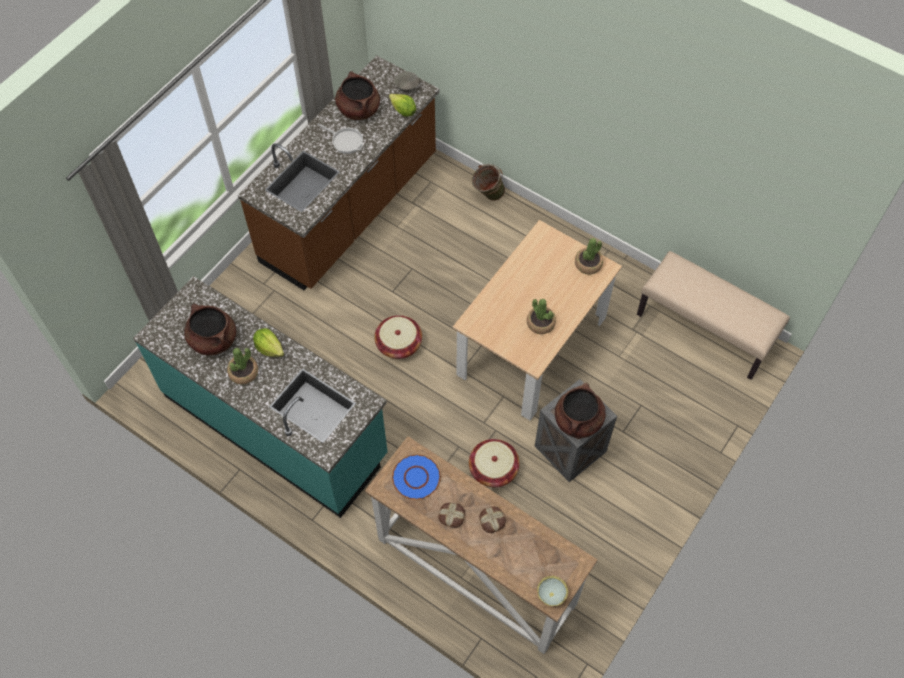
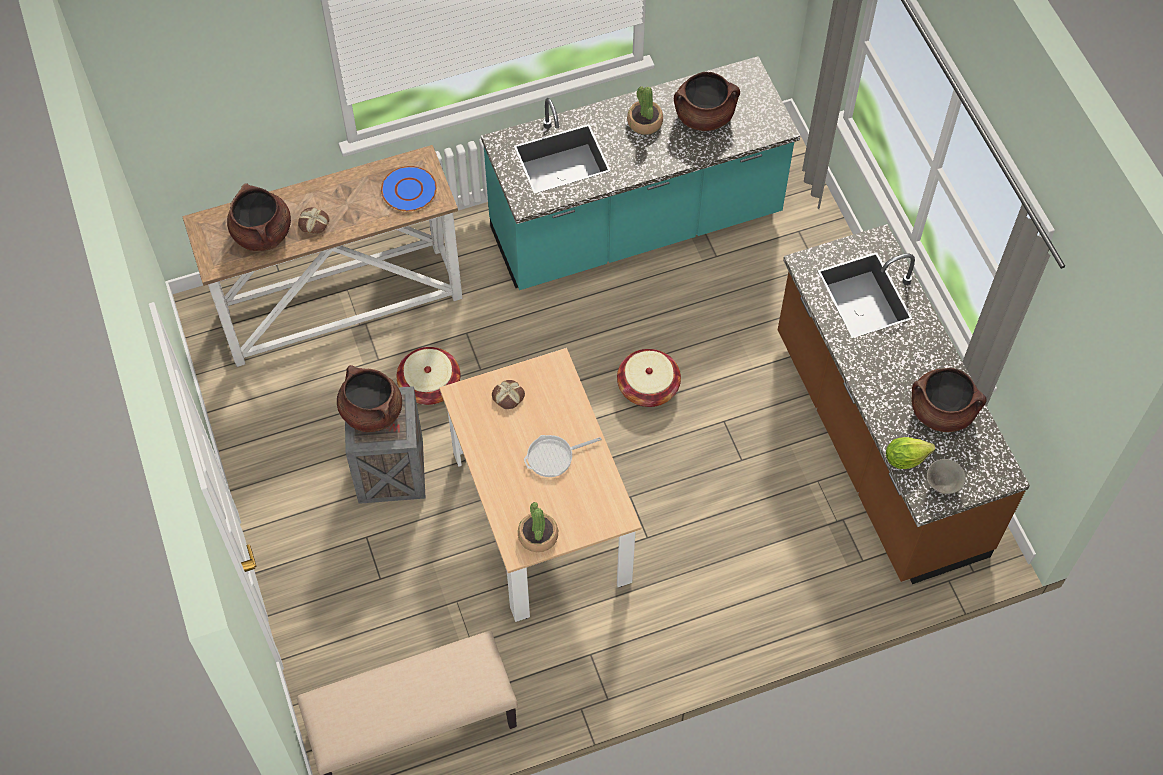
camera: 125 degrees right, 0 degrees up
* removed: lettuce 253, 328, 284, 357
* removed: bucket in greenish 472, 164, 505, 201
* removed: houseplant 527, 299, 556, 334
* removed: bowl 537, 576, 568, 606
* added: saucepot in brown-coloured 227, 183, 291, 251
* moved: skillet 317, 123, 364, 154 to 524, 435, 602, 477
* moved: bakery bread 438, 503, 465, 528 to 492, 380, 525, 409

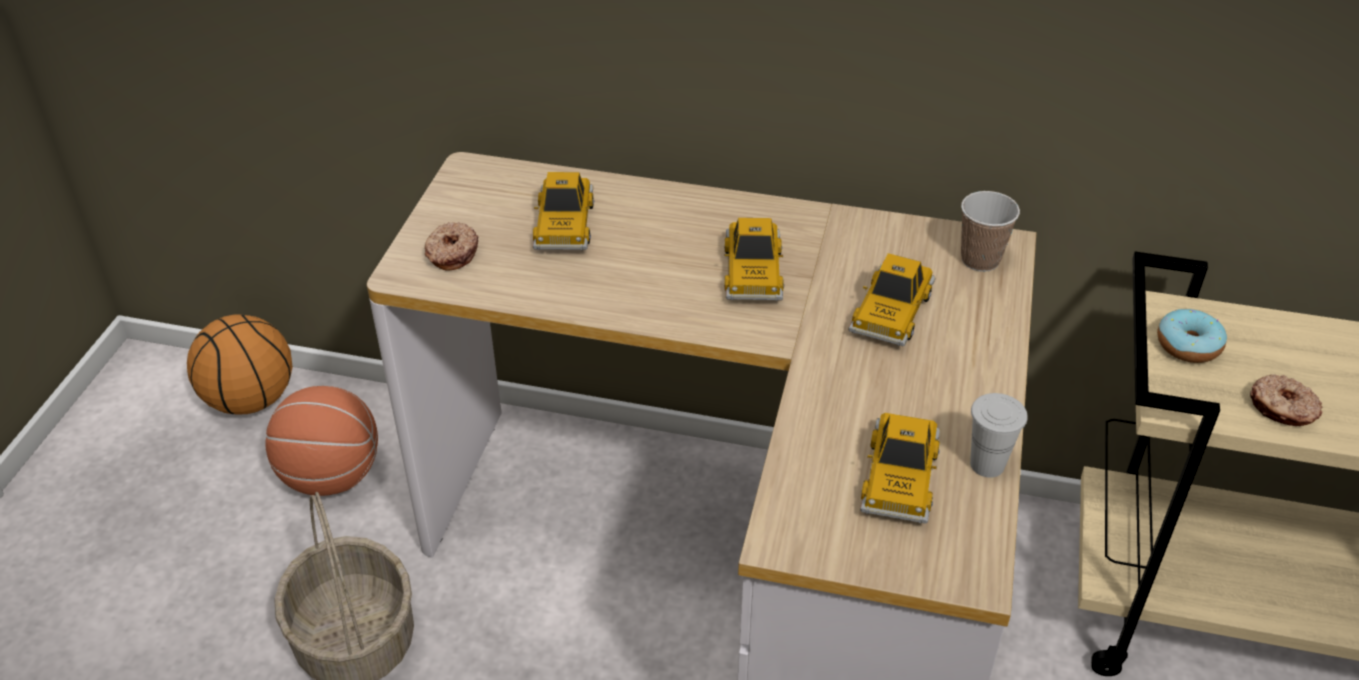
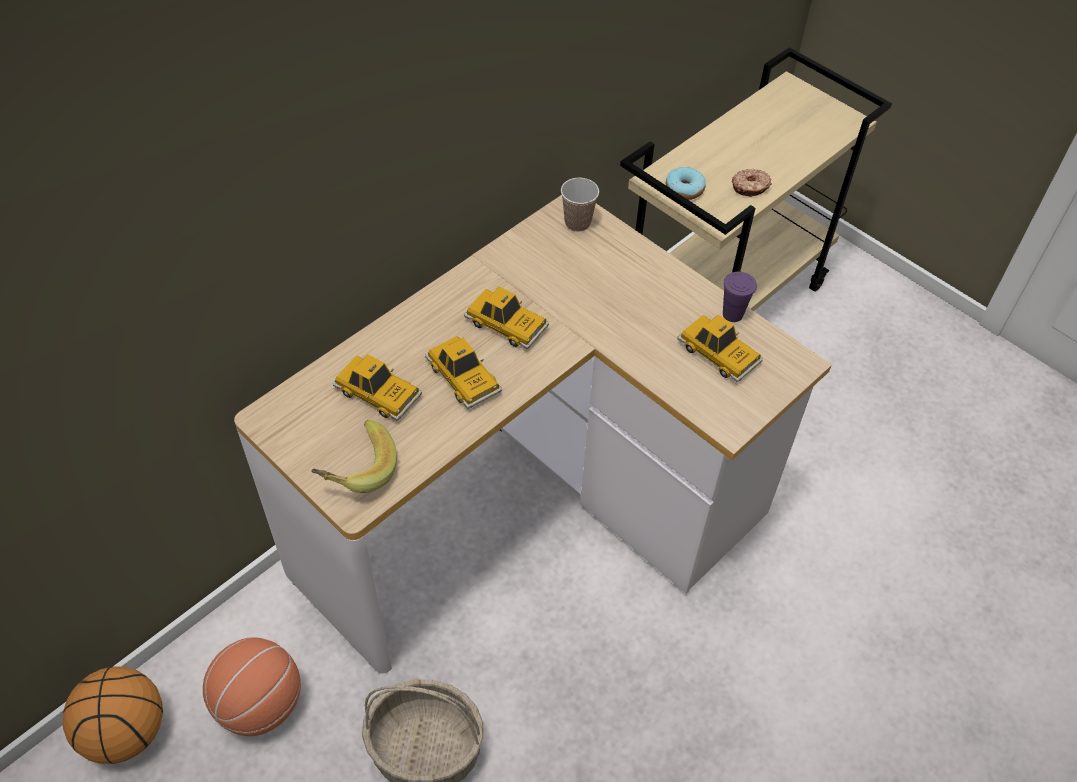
camera: 60 degrees left, 10 degrees up
* moved: toy car 848, 253, 936, 346 to 425, 336, 502, 409
* replaced: donut 425, 222, 479, 271 to banana fruit 311, 420, 397, 493
* recoloured: small cup in whitish 970, 393, 1028, 478 to small cup in purplish 723, 272, 757, 322

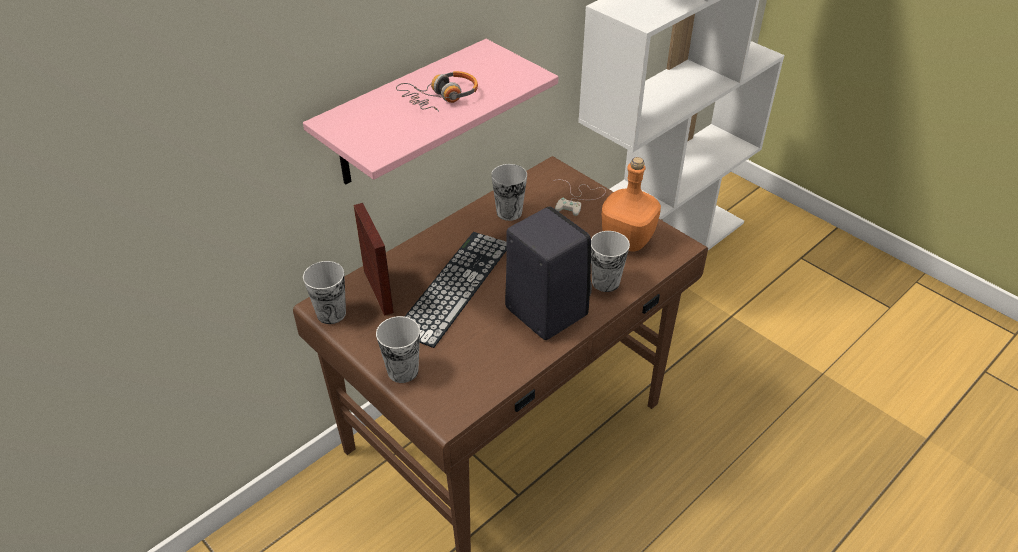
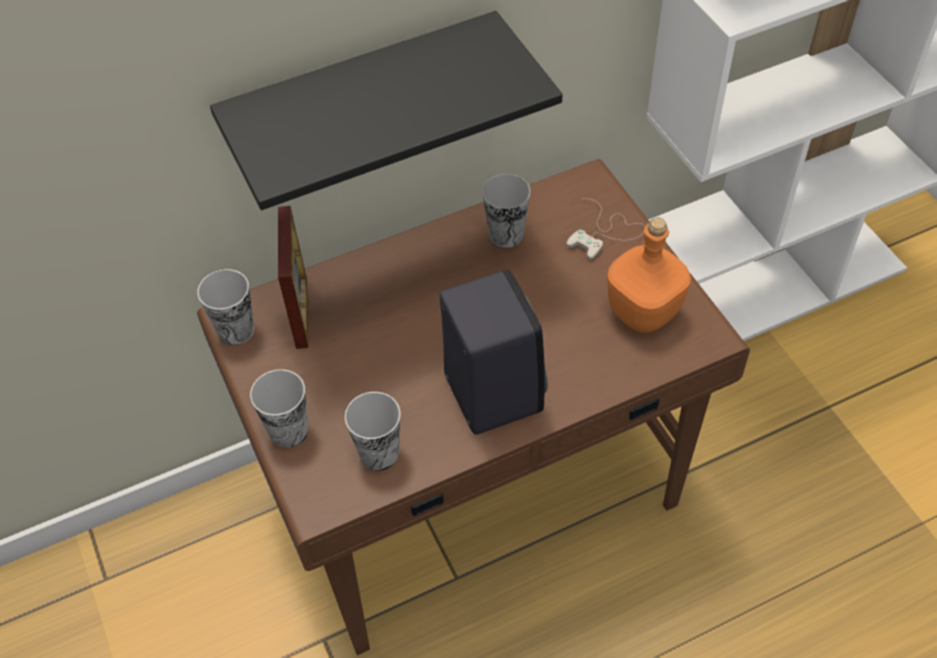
camera: 20 degrees right, 10 degrees up
* removed: headphones 396, 71, 478, 111
* removed: computer keyboard 404, 232, 507, 348
* moved: small cup 591, 231, 630, 292 to 345, 392, 401, 471
* recoloured: bracket shelf in pink 303, 39, 558, 185 to bracket shelf in black-coloured 210, 11, 563, 210

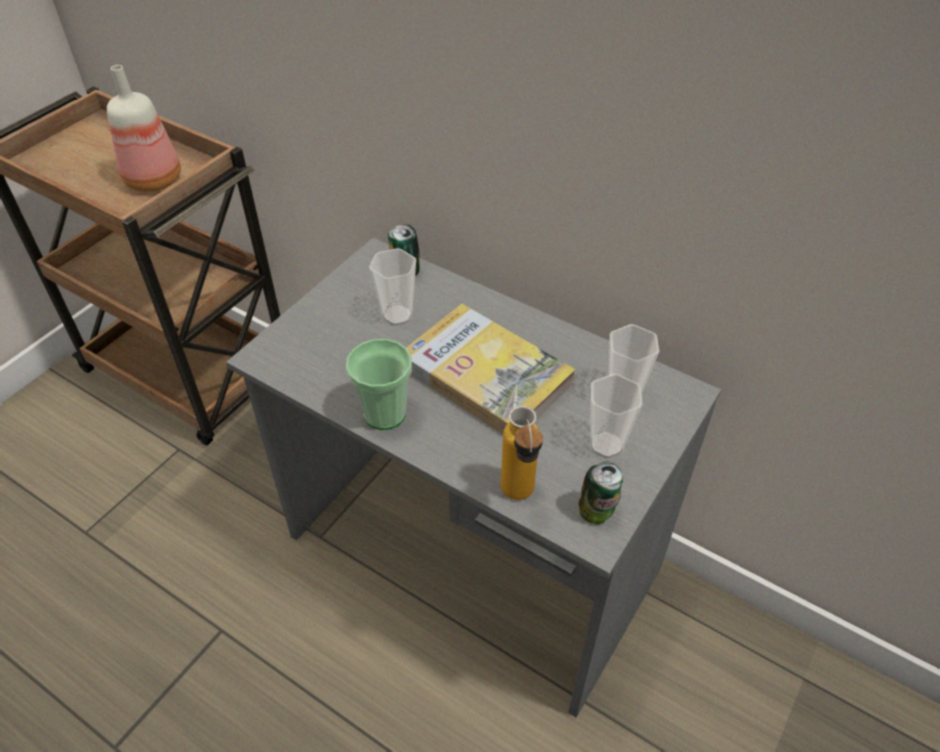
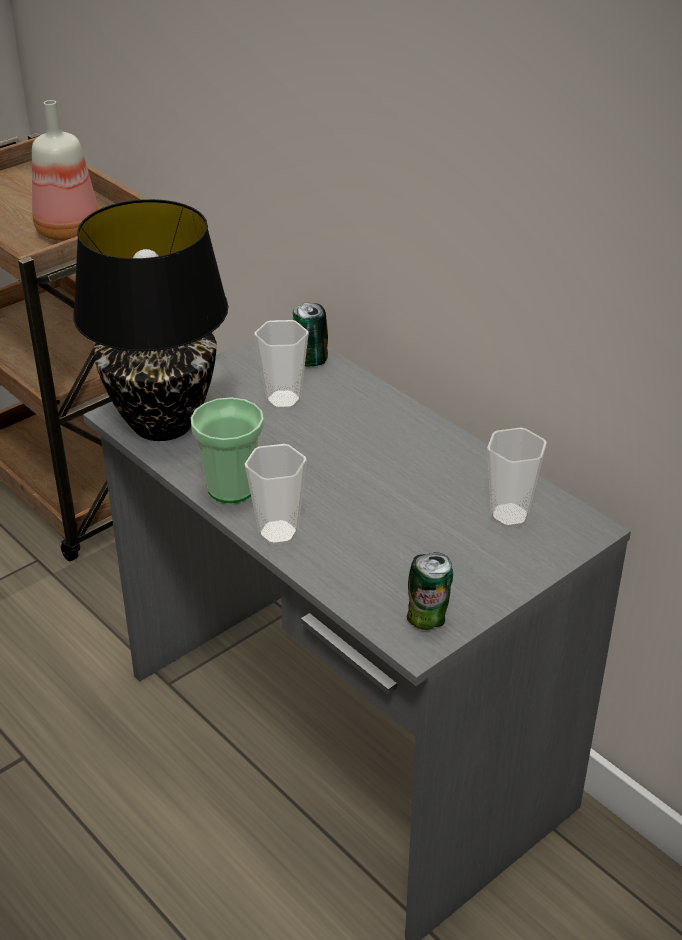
camera: 15 degrees right, 10 degrees down
* removed: volume 406, 304, 576, 434
* removed: beverage bottle 501, 406, 543, 500
* added: tabletop lamp in black-coloured 73, 199, 228, 441
* moved: small cup 590, 374, 642, 459 to 245, 444, 307, 546

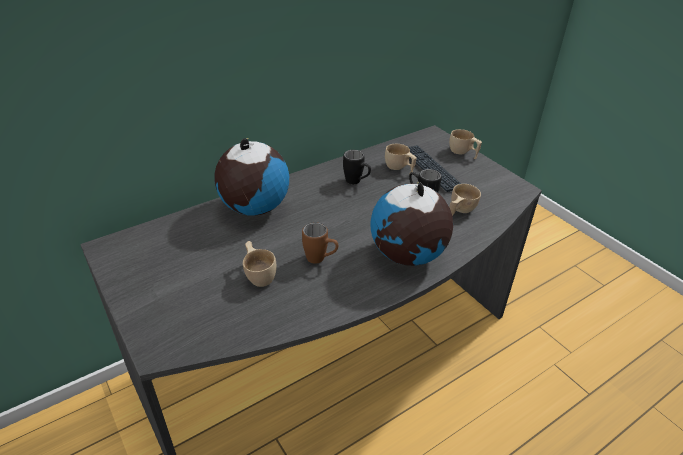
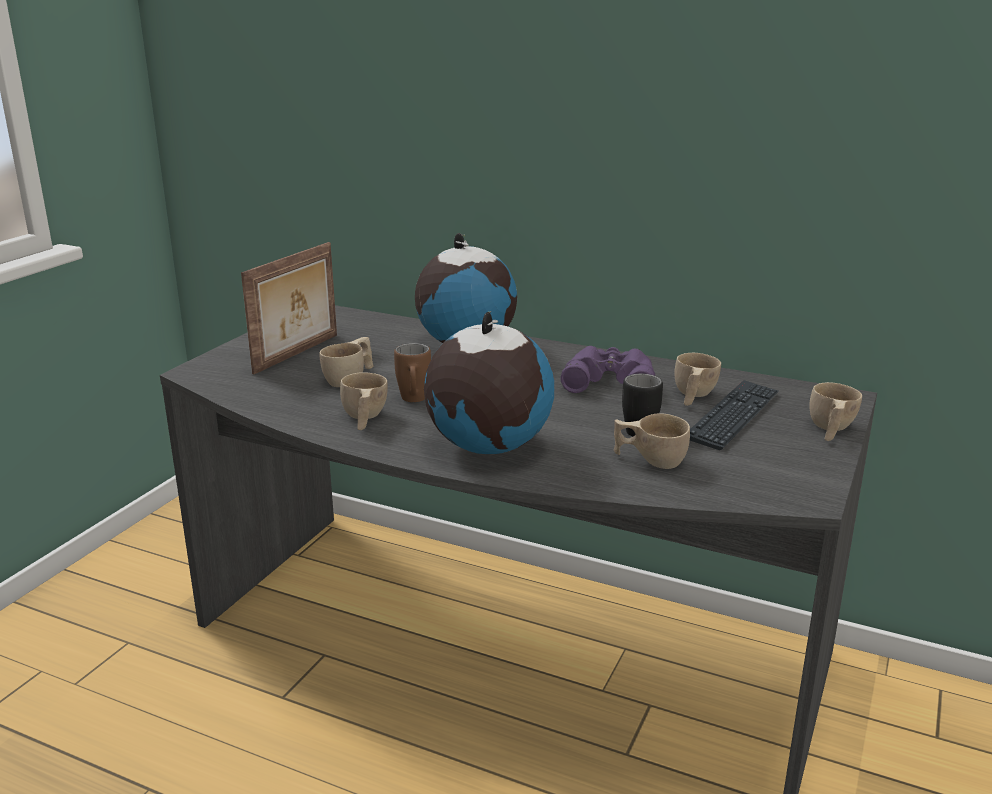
camera: 60 degrees right, 15 degrees down
* added: picture frame 241, 242, 337, 374
* added: small cup in sand-coloured 340, 373, 388, 430
* replaced: mug in black-coloured 343, 150, 371, 184 to binoculars in purplish 561, 346, 655, 393

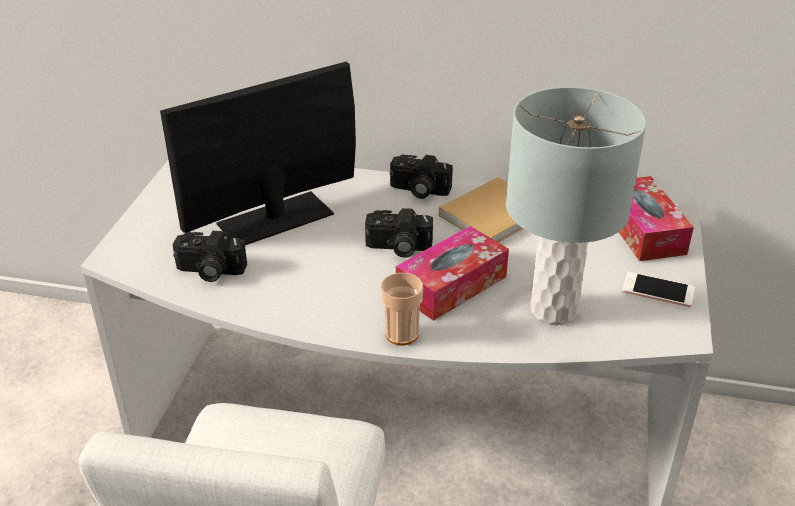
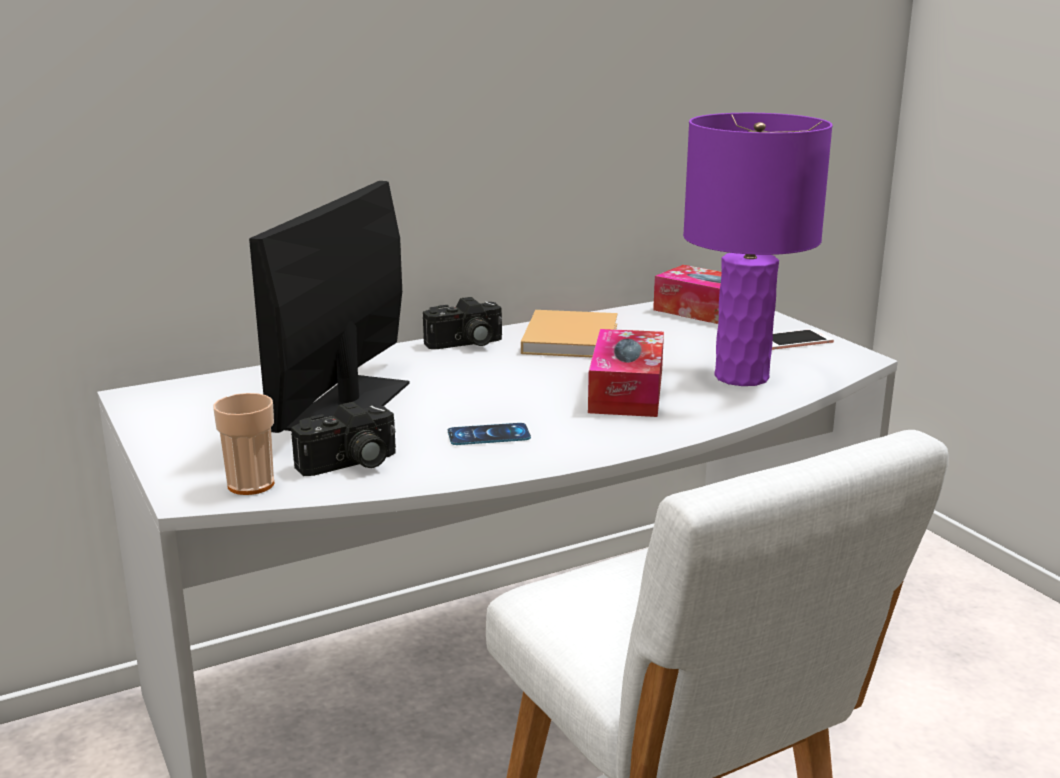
camera: 40 degrees left, 15 degrees down
* removed: photo camera 365, 208, 433, 258
* added: phone 448, 423, 531, 445
* moved: small cup 381, 273, 423, 346 to 213, 393, 274, 495
* recoloured: tabletop lamp in greyish 506, 87, 646, 325 to tabletop lamp in purplish 683, 113, 833, 386

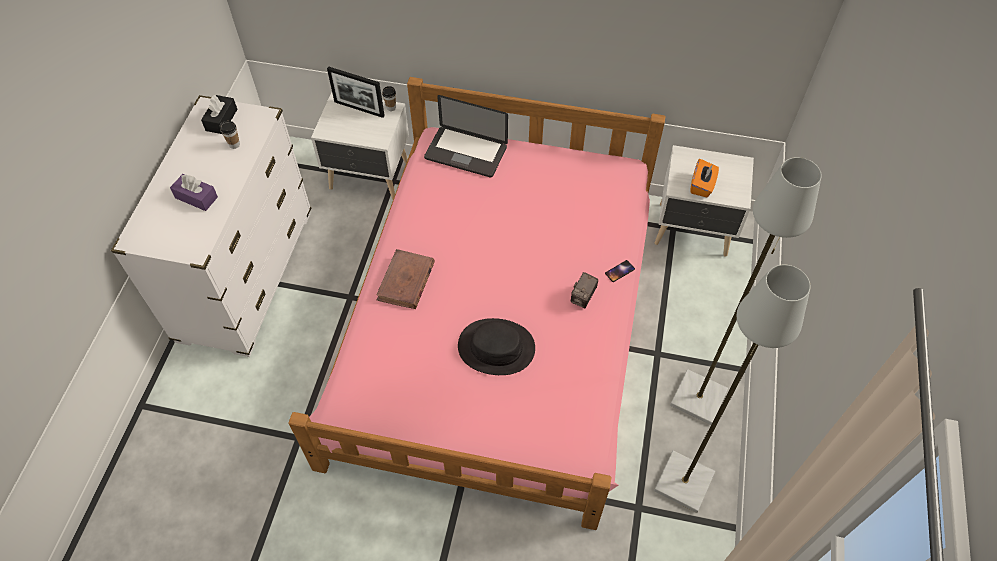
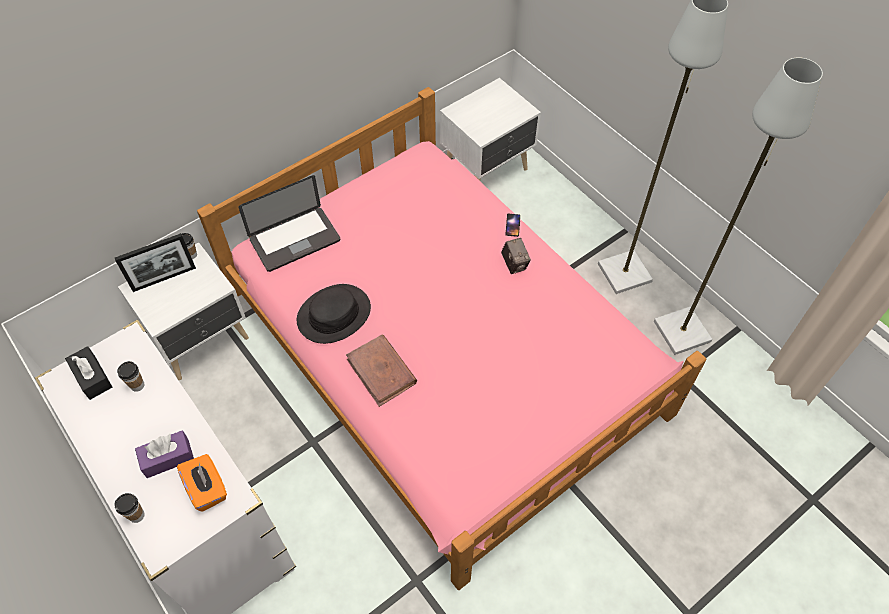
camera: 50 degrees left, 0 degrees up
* added: small cup 114, 493, 145, 523
* moved: hat in black-coloured 458, 318, 535, 375 to 297, 284, 371, 344
* moved: box of tissues in orangey 690, 159, 719, 198 to 177, 454, 227, 512

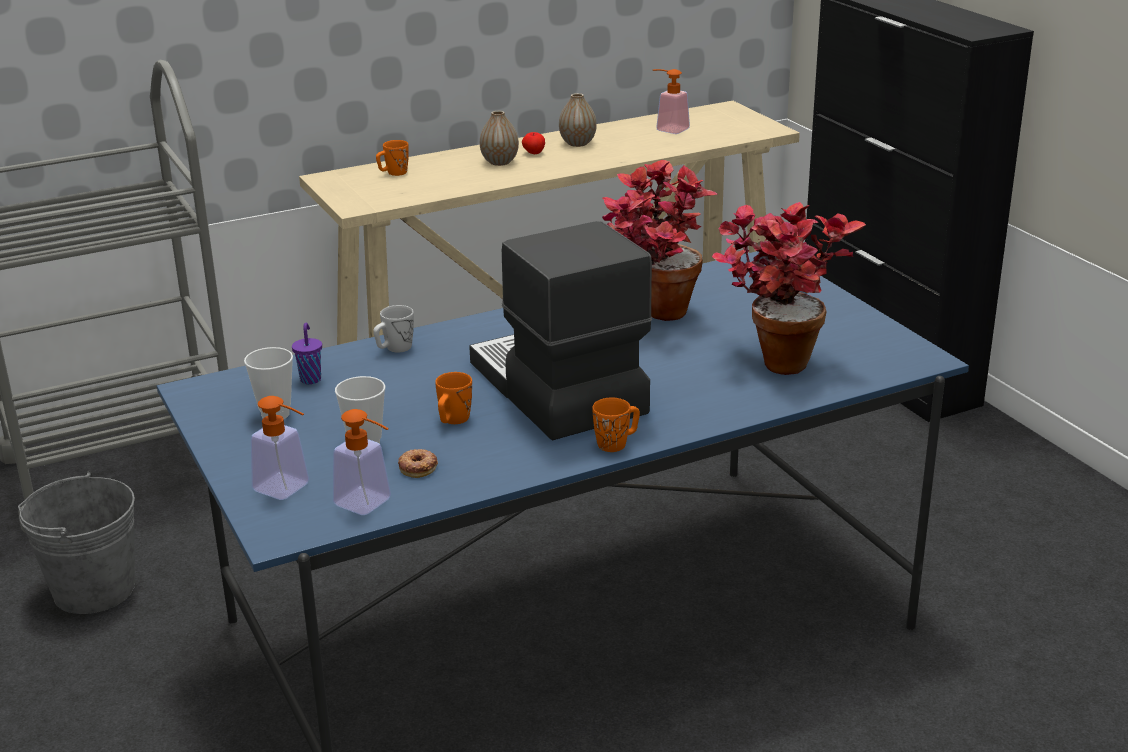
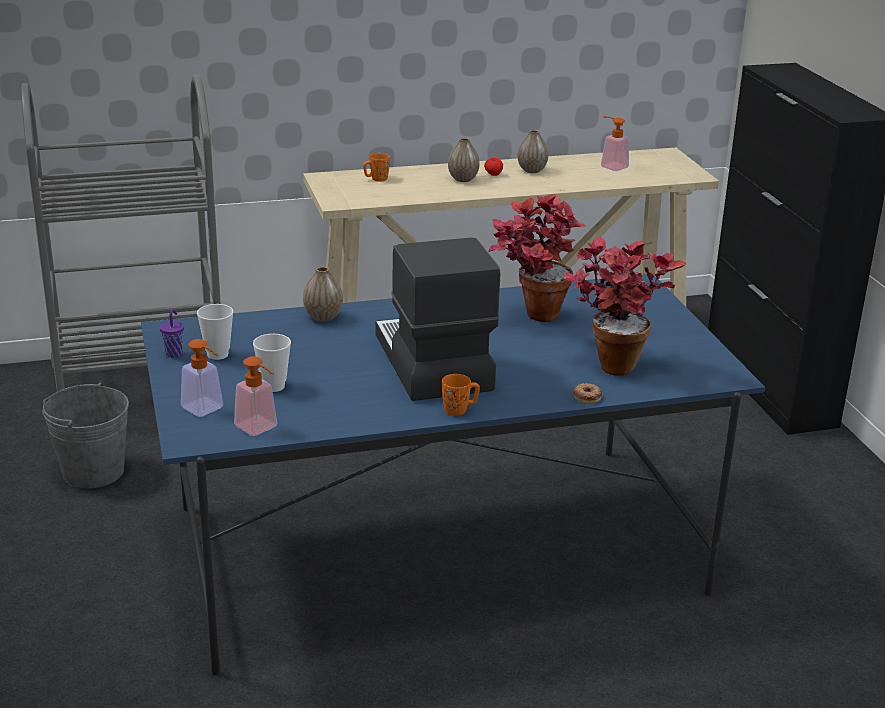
camera: 10 degrees right, 0 degrees up
* removed: mug in orangey 435, 372, 472, 424
* moved: small cup in purplish 292, 323, 322, 384 to 160, 309, 184, 358
* moved: donut 398, 449, 438, 478 to 573, 383, 603, 404
* replaced: mug in whitish 373, 305, 414, 353 to vase 303, 266, 343, 322

